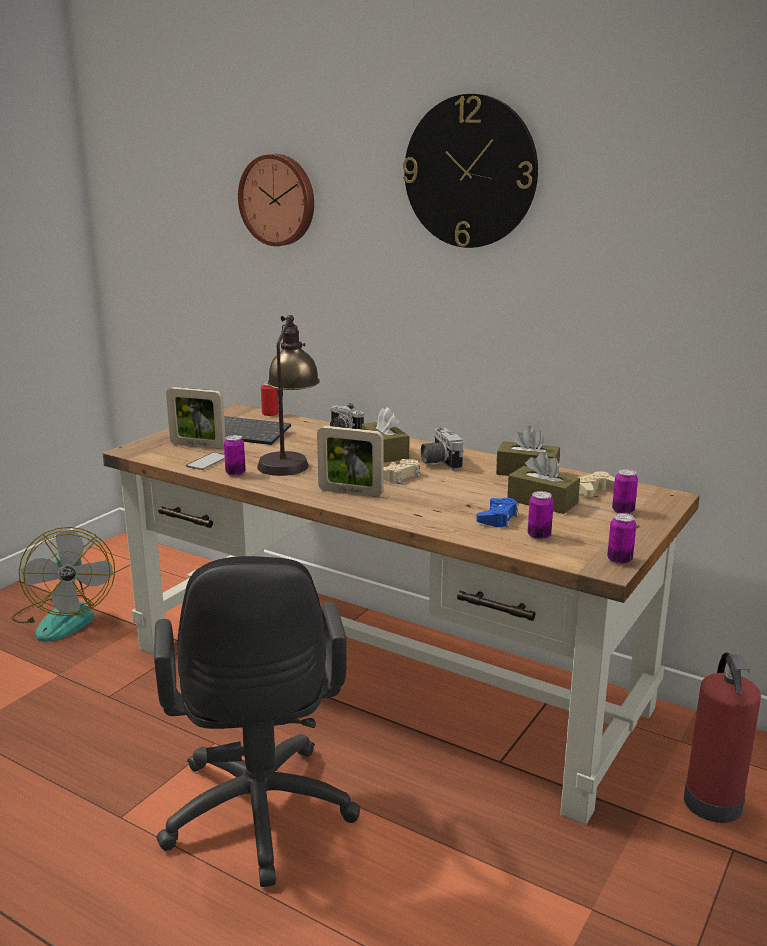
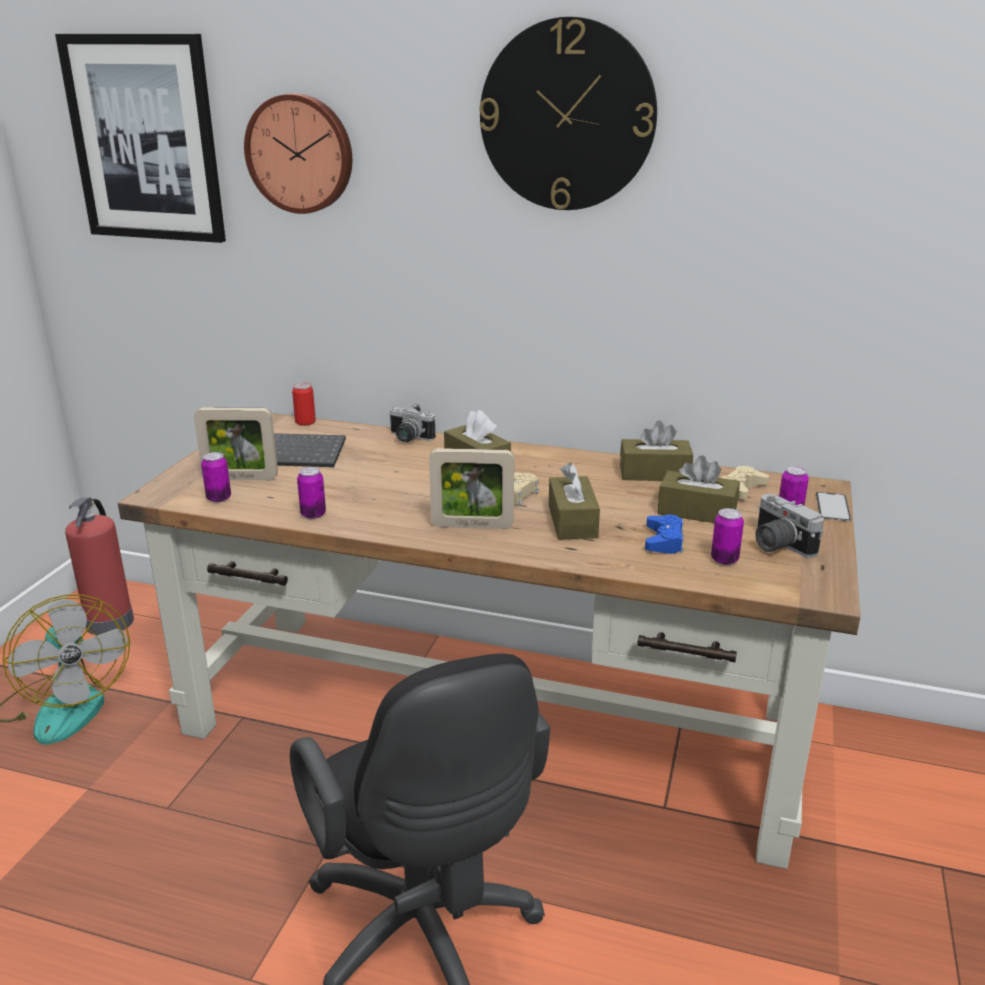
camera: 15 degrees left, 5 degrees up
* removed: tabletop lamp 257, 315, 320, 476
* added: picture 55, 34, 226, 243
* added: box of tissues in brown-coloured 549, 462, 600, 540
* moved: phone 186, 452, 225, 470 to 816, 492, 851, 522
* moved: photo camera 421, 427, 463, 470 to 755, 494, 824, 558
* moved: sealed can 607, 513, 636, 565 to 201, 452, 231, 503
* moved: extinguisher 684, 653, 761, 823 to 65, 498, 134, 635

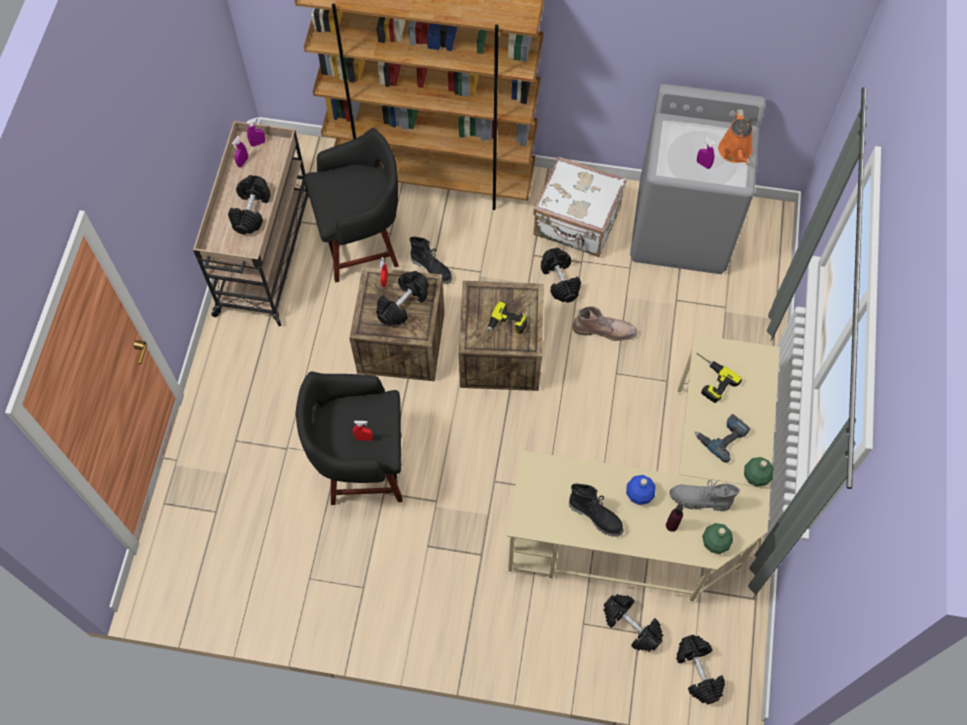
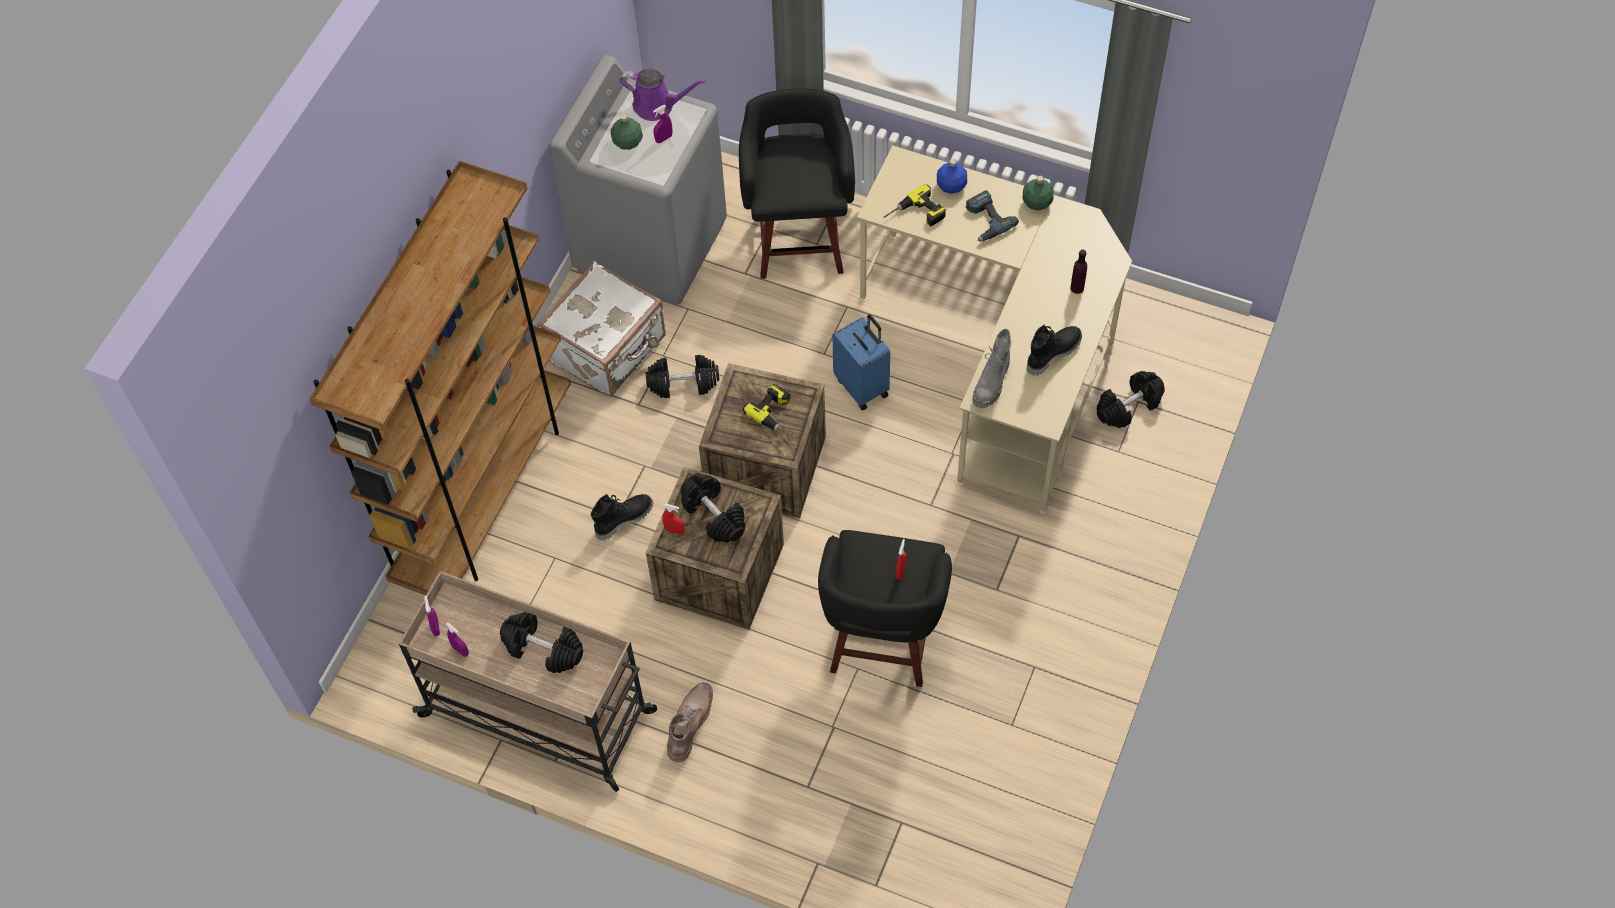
camera: 75 degrees left, 5 degrees down
* removed: dumbbell in black-coloured 676, 635, 725, 704
* added: suitcase in blue-coloured 832, 314, 890, 410
* moved: stool seat in black-coloured 304, 128, 399, 282 to 739, 88, 855, 279
* moved: boot in brown-coloured 572, 306, 637, 341 to 667, 682, 713, 763
* moved: beverage bottle in blue-coloured 626, 475, 656, 505 to 937, 159, 967, 194
* moved: boot in greyish 669, 480, 740, 511 to 973, 329, 1011, 408
* moved: beverage bottle in greenish 702, 523, 733, 554 to 611, 114, 643, 150
* recoloured: sprinkling can in orangey 718, 109, 753, 165 to sprinkling can in purplish 620, 69, 705, 121

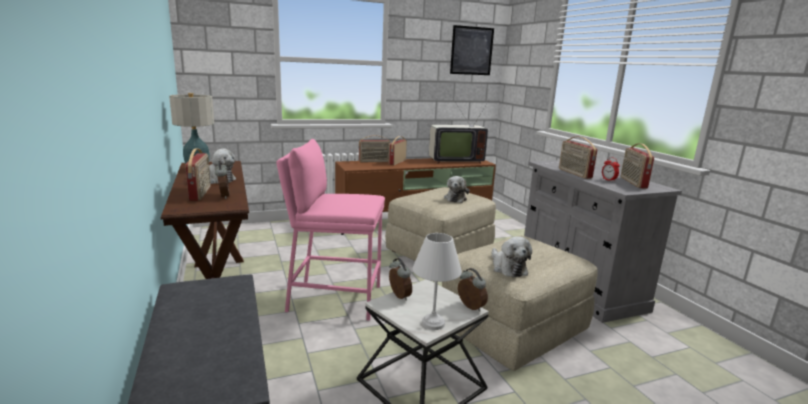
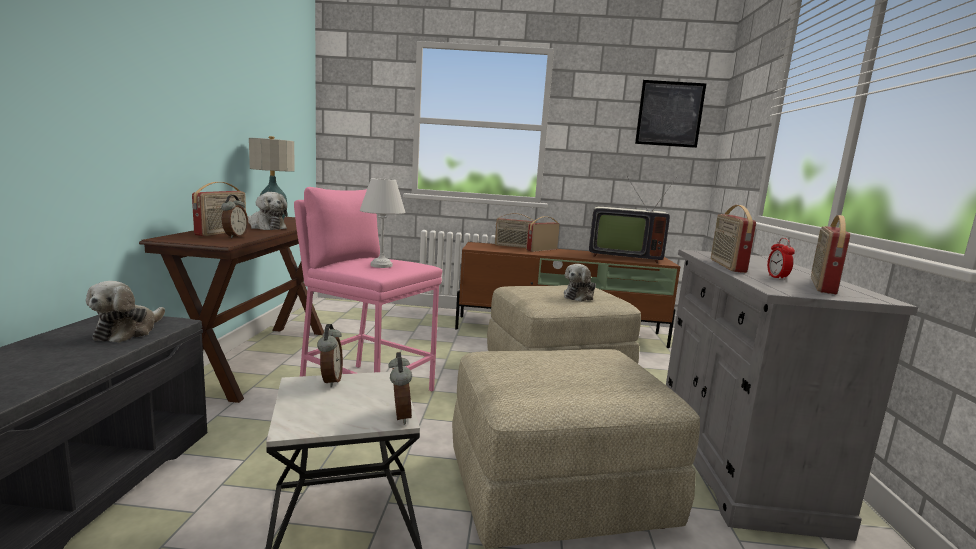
camera: 25 degrees right, 5 degrees down
* moved: tabletop lamp in whitish 413, 233, 462, 330 to 360, 178, 405, 268
* moved: cuddly toy 492, 236, 532, 277 to 86, 281, 165, 343

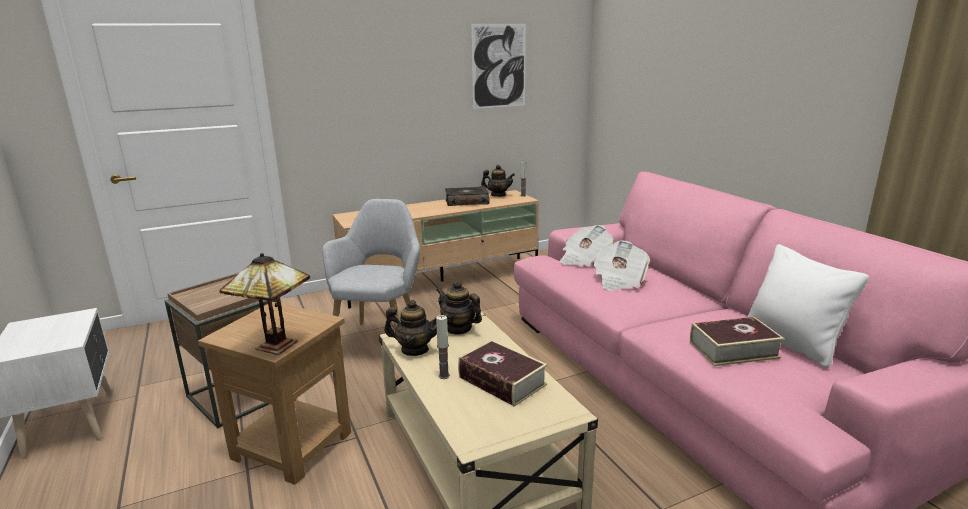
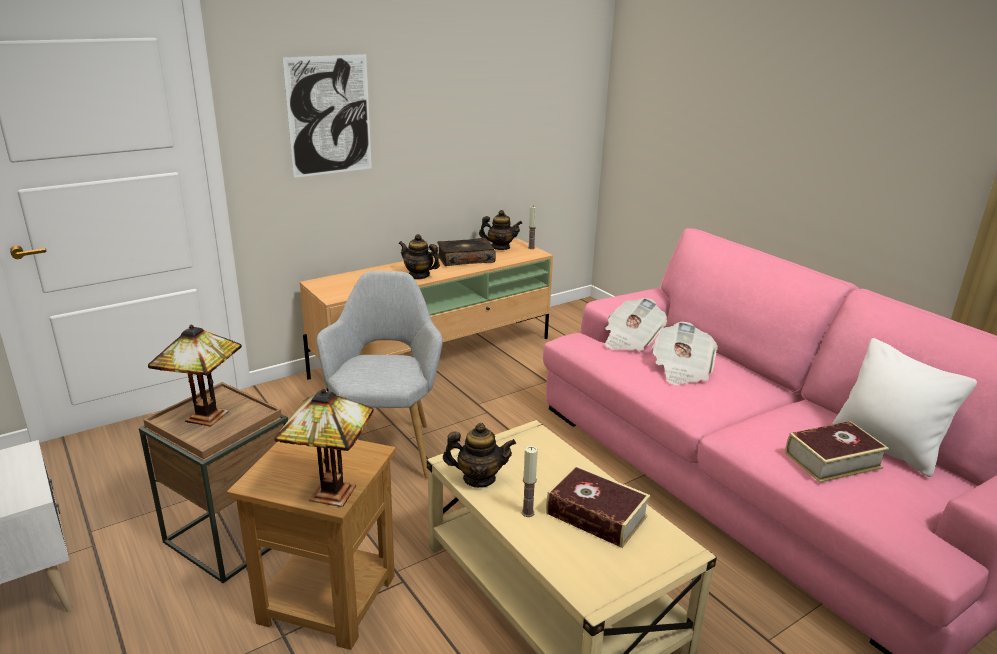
camera: 10 degrees left, 5 degrees up
* added: tabletop lamp 148, 325, 242, 427
* moved: teapot 436, 281, 482, 335 to 399, 234, 440, 280
* moved: picture 471, 24, 526, 109 to 282, 54, 372, 178

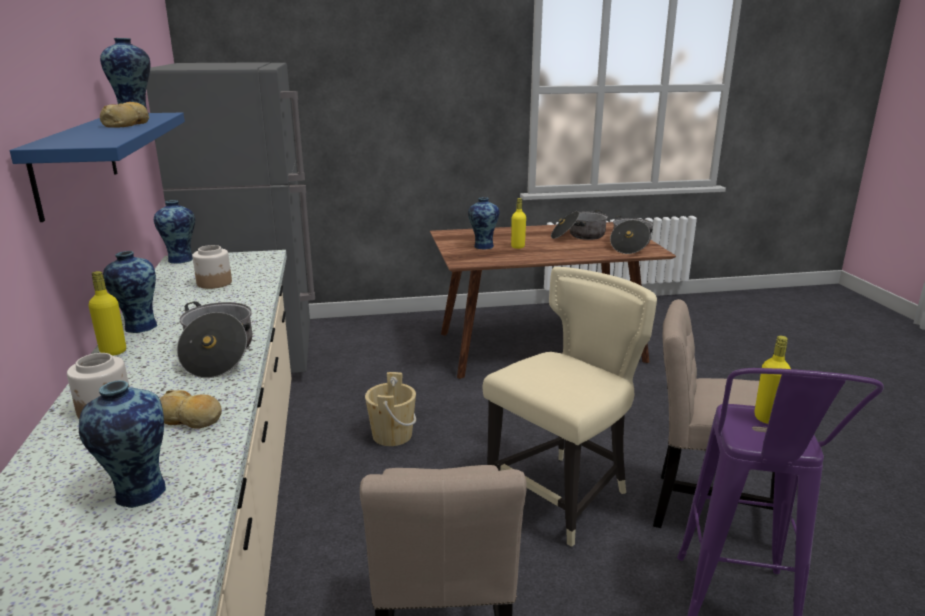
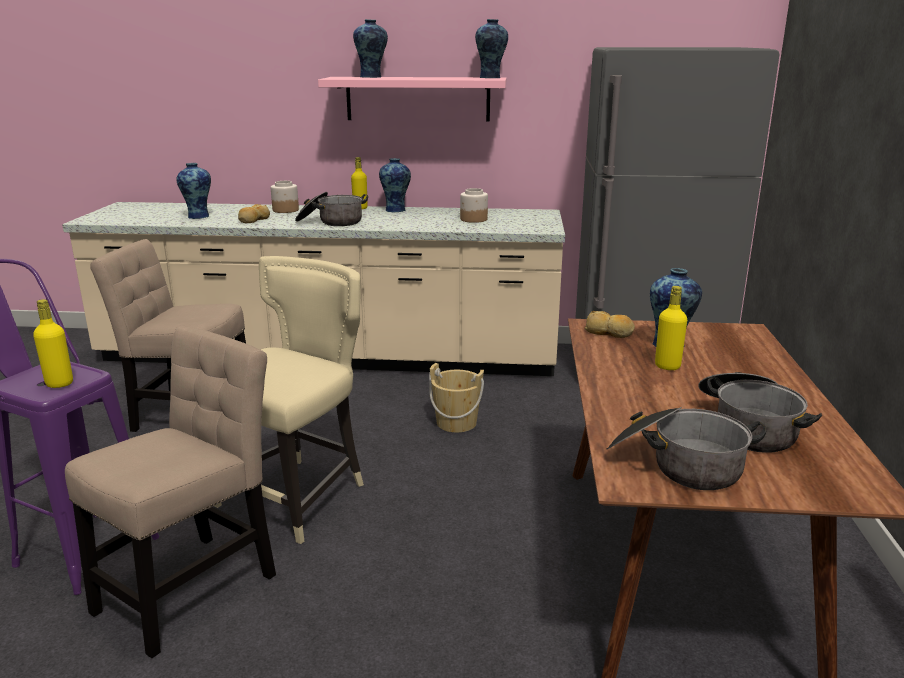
camera: 105 degrees right, 0 degrees up
* moved: bakery bread 100, 102, 149, 128 to 585, 311, 635, 338
* moved: vase 154, 200, 195, 264 to 353, 19, 388, 78
* recoloured: bracket shelf in blue-coloured 10, 113, 185, 222 to bracket shelf in pink 318, 77, 506, 121
* turned: chair in sand-coloured 483, 267, 657, 547 = 214, 256, 364, 544 120 degrees counterclockwise

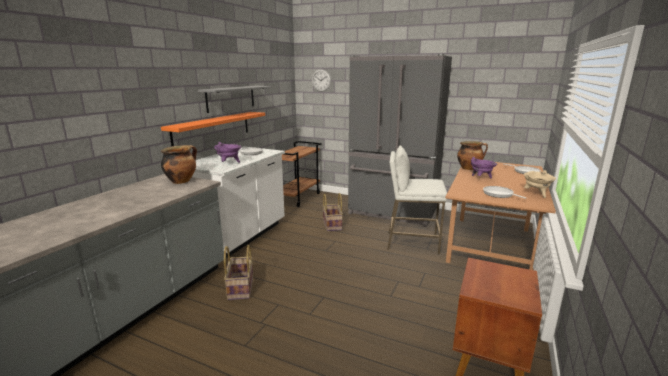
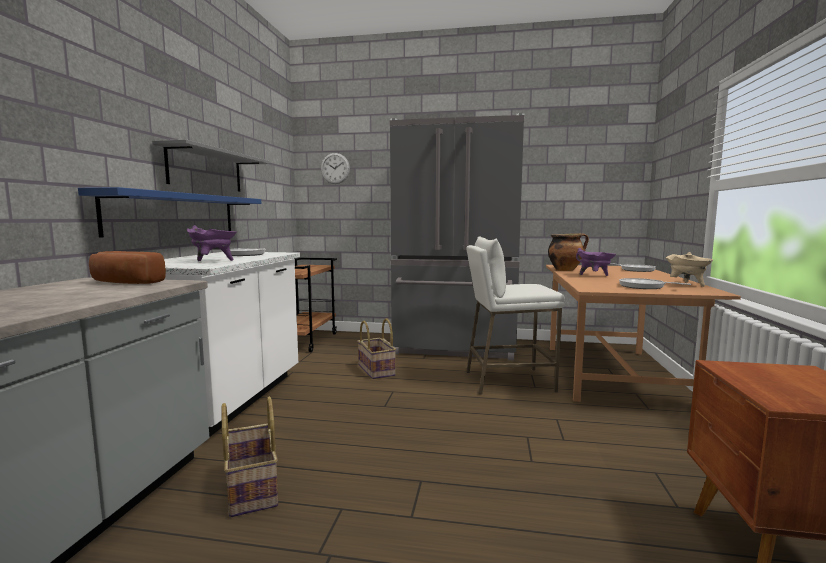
camera: 15 degrees left, 10 degrees down
* replaced: saucepot 161, 145, 197, 184 to bakery bread 89, 251, 166, 284
* recoloured: bracket shelf in orangey 161, 112, 265, 146 to bracket shelf in blue-coloured 78, 187, 261, 238

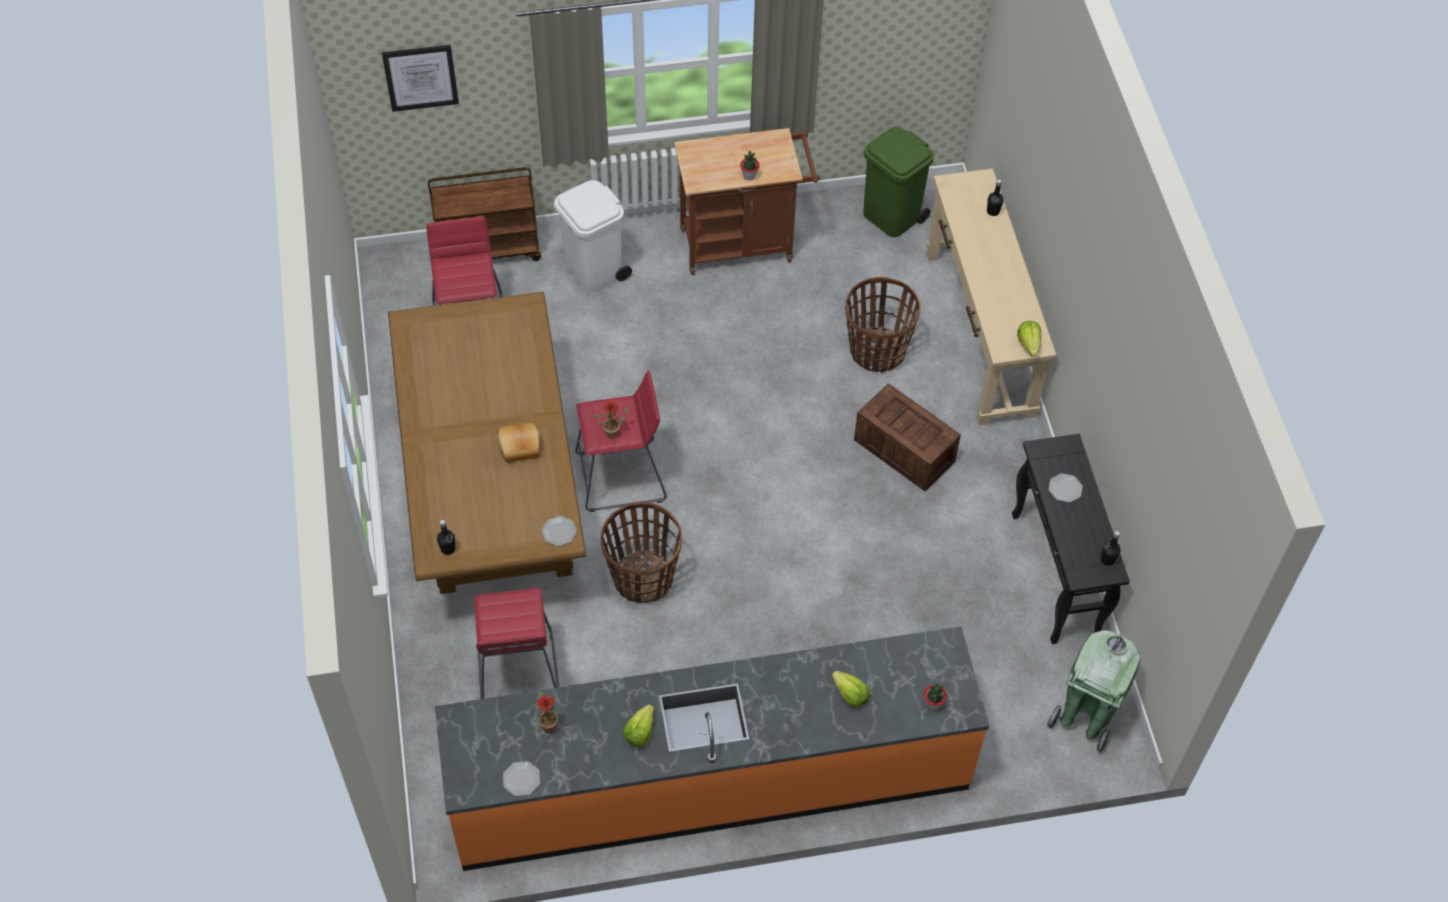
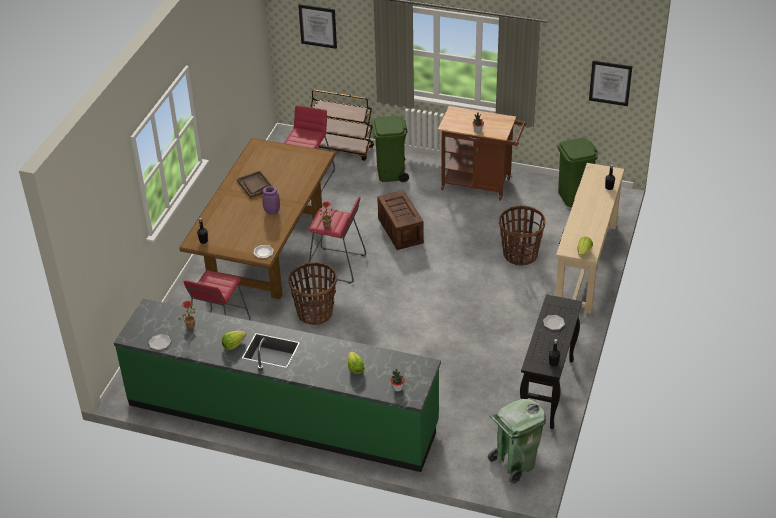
camera: 30 degrees right, 15 degrees down
* added: serving tray in brown-coloured 237, 171, 273, 198
* added: picture 589, 61, 632, 106
* moved: packing crate 854, 383, 961, 491 to 377, 190, 424, 250
* replaced: bakery bread 498, 423, 541, 463 to vase in purplish 262, 186, 280, 215
* recoloured: kitchen counter in orangey 435, 626, 989, 871 to kitchen counter in greenish 114, 299, 441, 472
* recoloured: rubbish bin in whitish 554, 180, 632, 292 to rubbish bin in greenish 372, 116, 409, 182

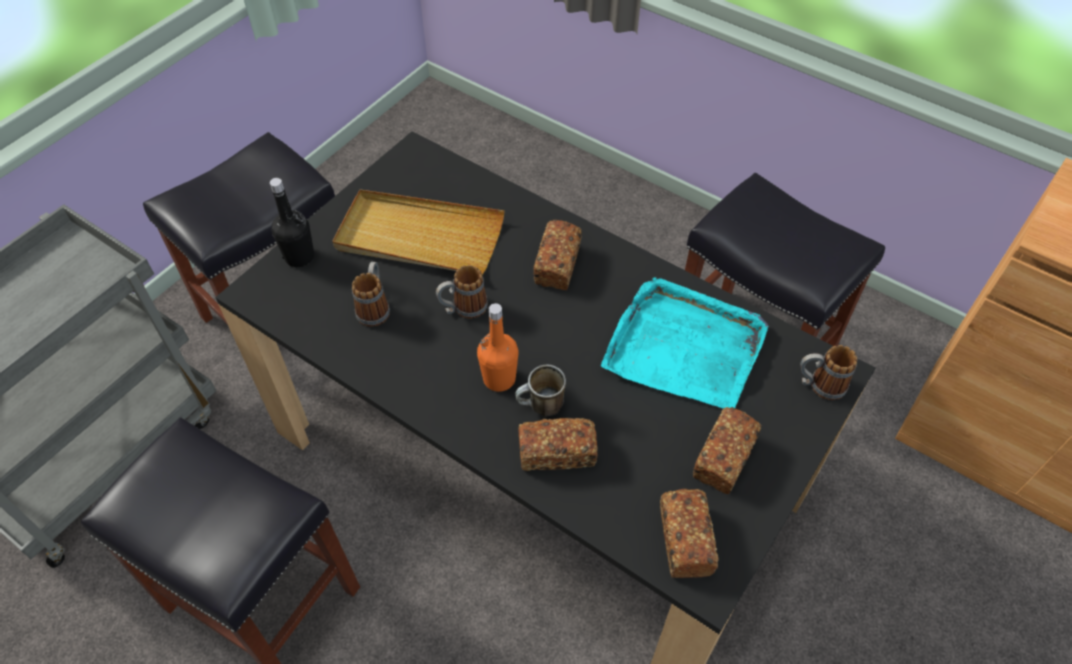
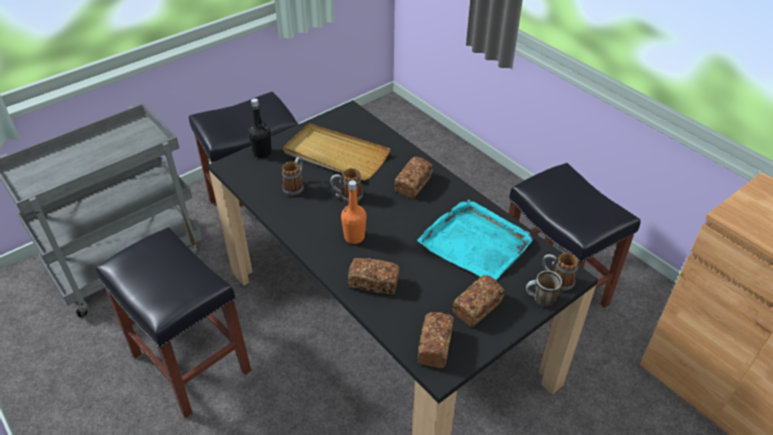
camera: 15 degrees right, 10 degrees down
* moved: mug 515, 364, 566, 416 to 526, 270, 562, 307

